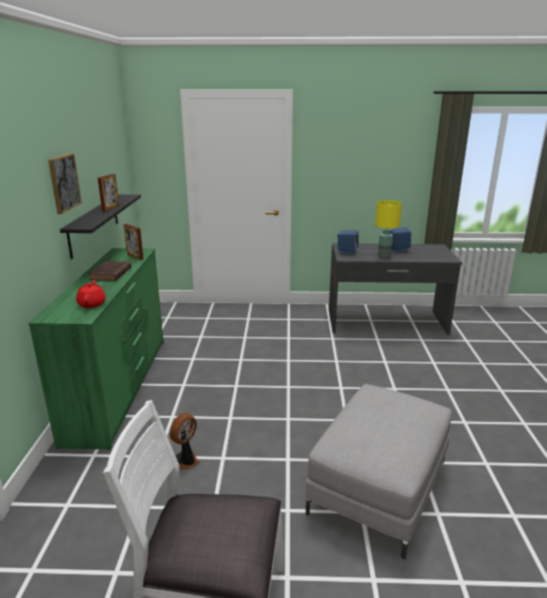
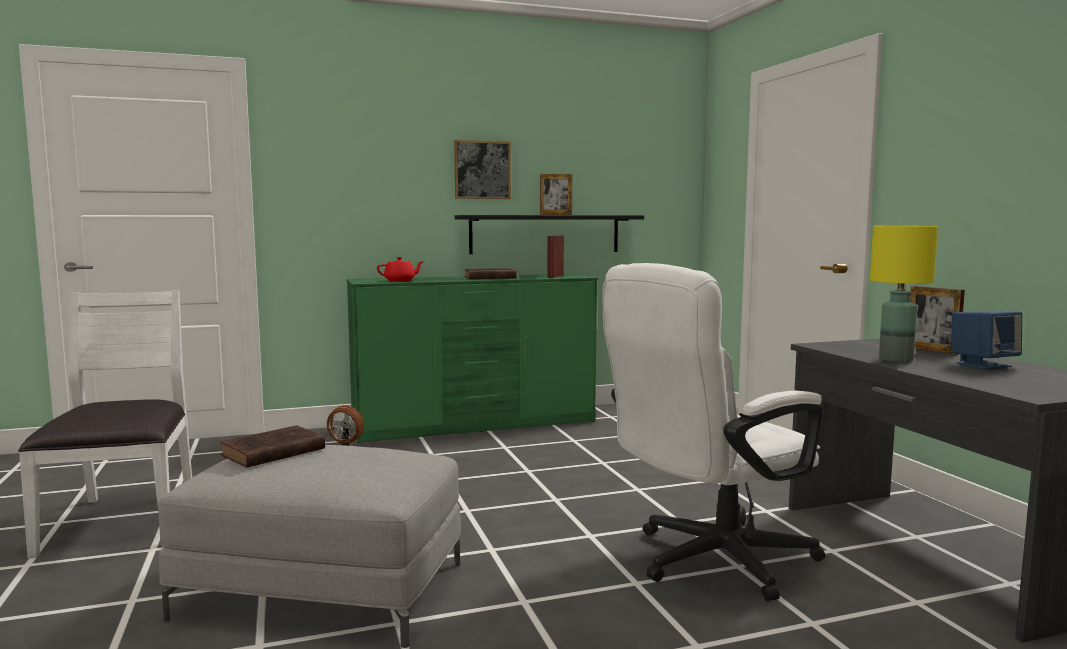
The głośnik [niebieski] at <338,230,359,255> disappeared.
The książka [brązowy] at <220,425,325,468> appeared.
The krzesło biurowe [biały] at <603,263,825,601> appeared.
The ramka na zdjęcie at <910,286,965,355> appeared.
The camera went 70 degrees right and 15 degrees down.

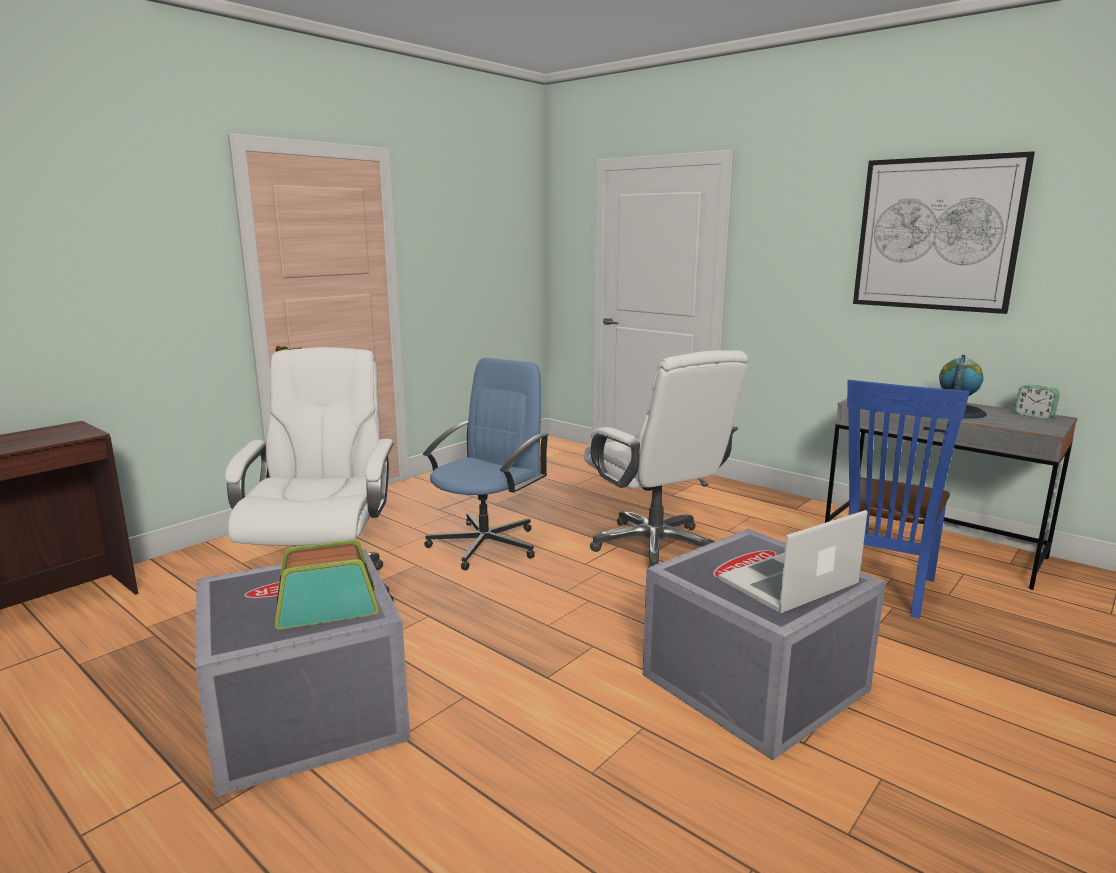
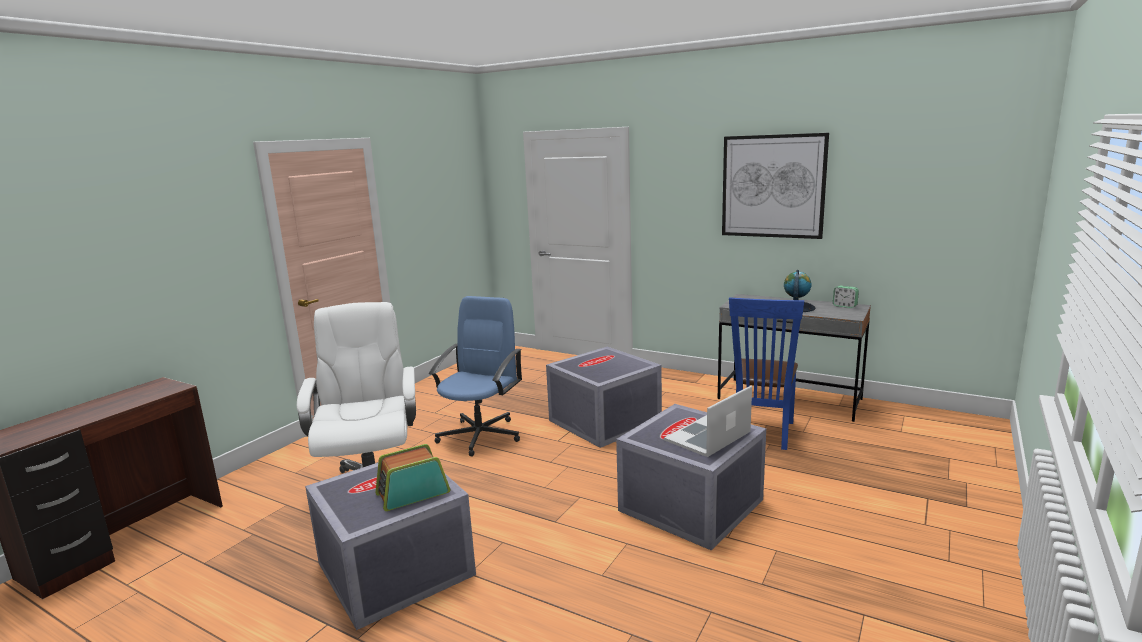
The krzesło biurowe [biały] at <584,350,748,568> was replaced by the pojemnik do przechowywania [szary] at <546,347,662,448>.
The camera went 10 degrees left and 0 degrees up.

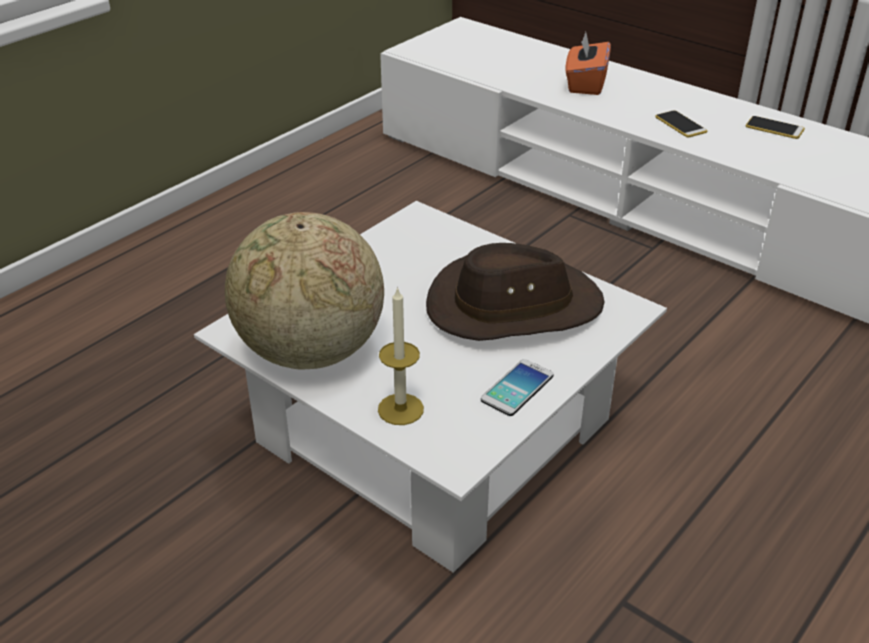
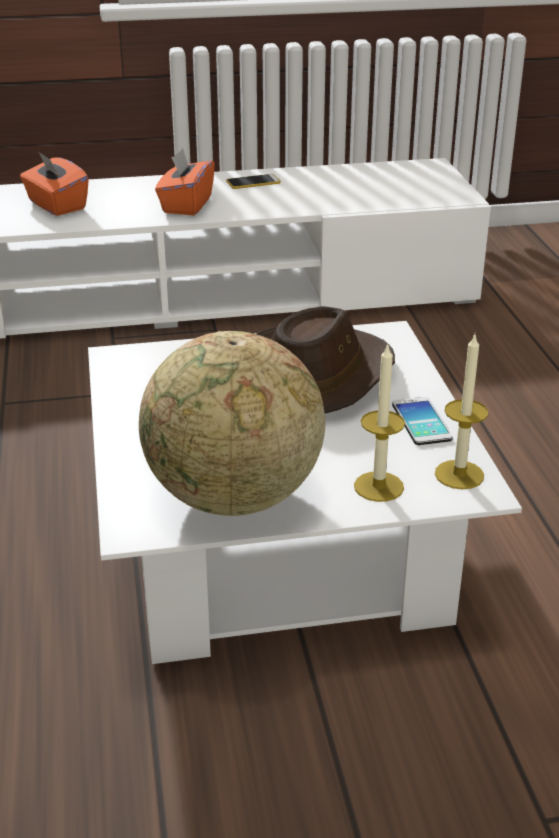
The świeca at <435,335,488,489> appeared.
The telefon at <655,110,707,137> was replaced by the pudełko chusteczek [pomarańczowy] at <155,148,215,215>.
The camera went 50 degrees left and 5 degrees down.

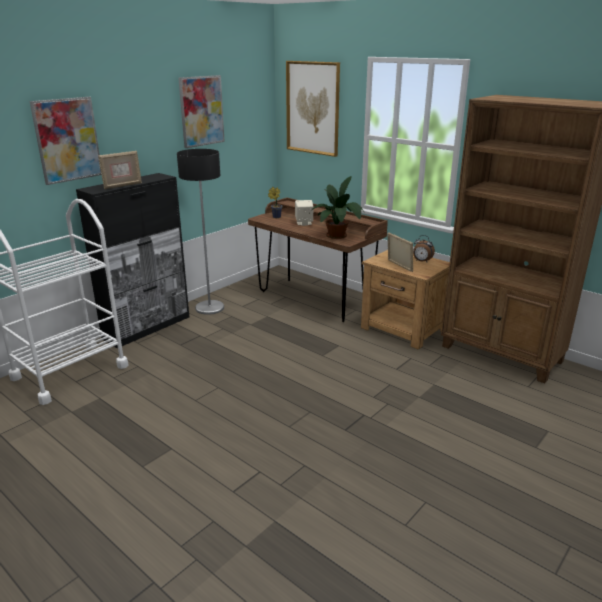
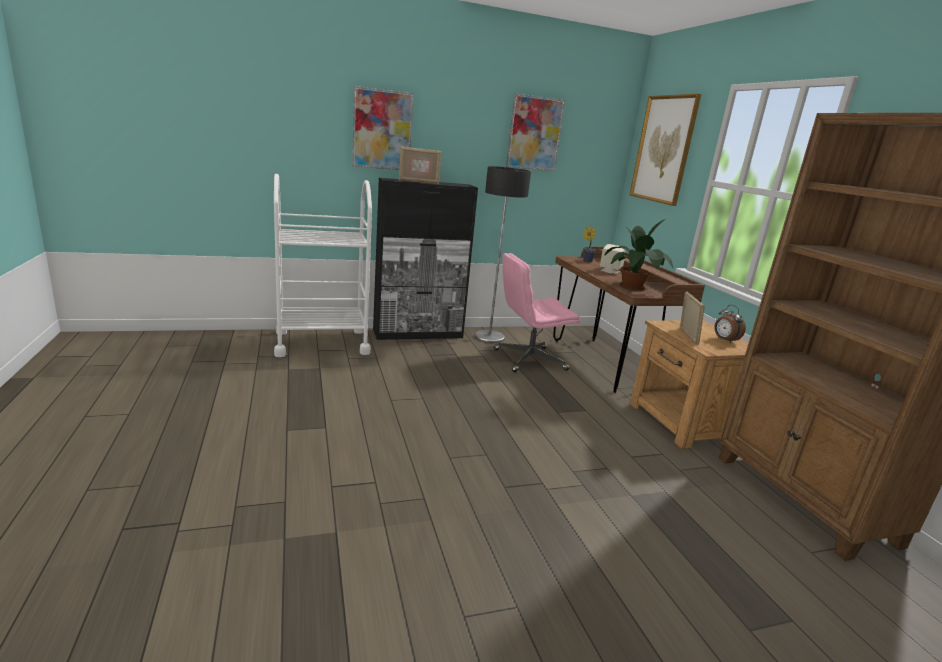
The krzesło biurowe [różowy] at <494,253,579,373> appeared.
The camera went 30 degrees right and 5 degrees down.

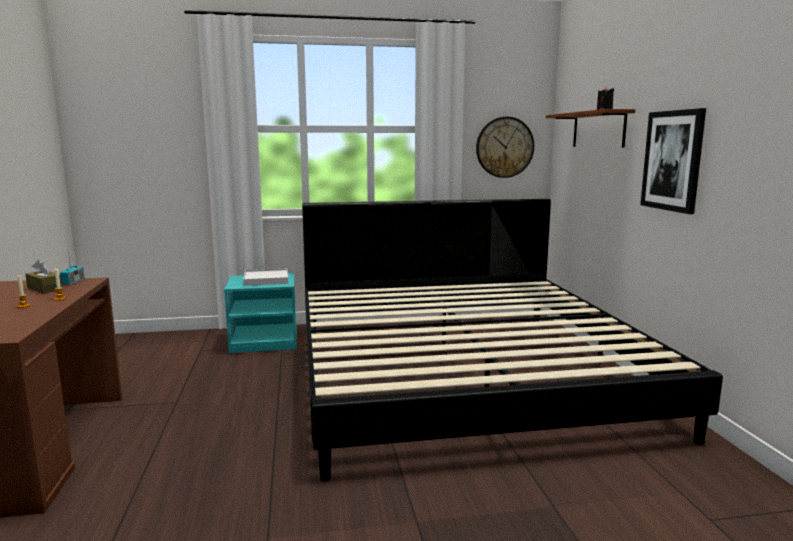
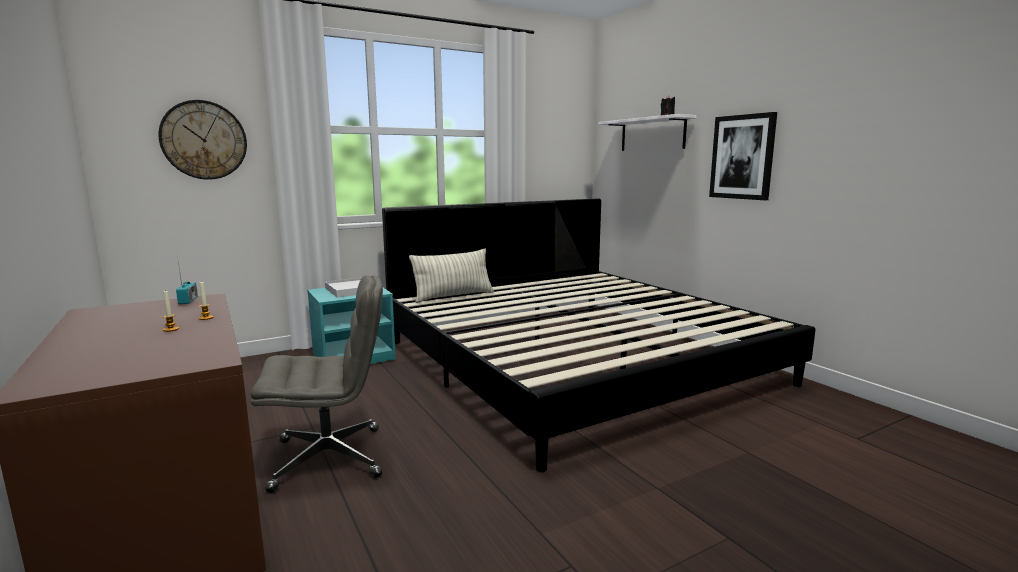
The pudełko chusteczek [brązowy] at <25,260,63,293> disappeared.
The krzesło biurowe [szary] at <251,275,383,493> appeared.
The poduszka at <409,248,494,303> appeared.
The zegar ścienny moved from <476,117,534,178> to <159,100,247,180>.
The półka [brązowy] at <546,109,635,148> became the półka [biały] at <598,114,697,151>.
The camera went 20 degrees left and 0 degrees up.

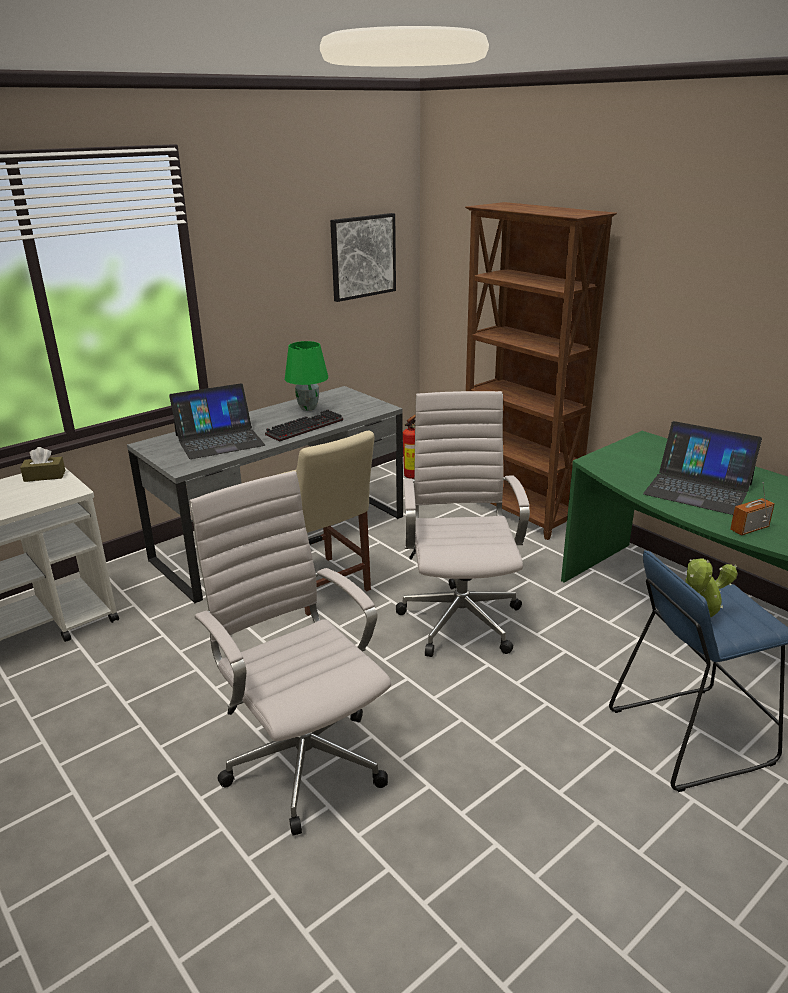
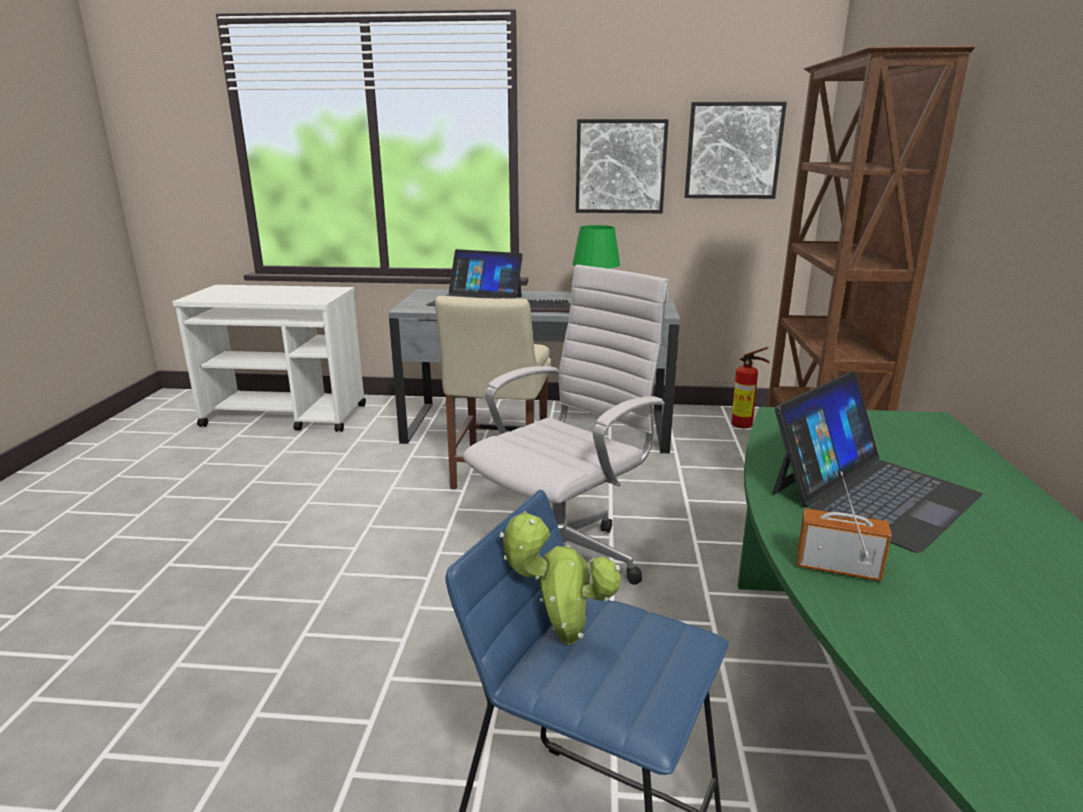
The pudełko chusteczek [brązowy] at <20,447,66,482> disappeared.
The krzesło biurowe [biały] at <189,471,391,836> disappeared.
The obraz at <576,119,669,213> appeared.
The laptop at <643,421,762,515> turned 120 degrees counterclockwise.
The camera went 45 degrees right and 5 degrees down.

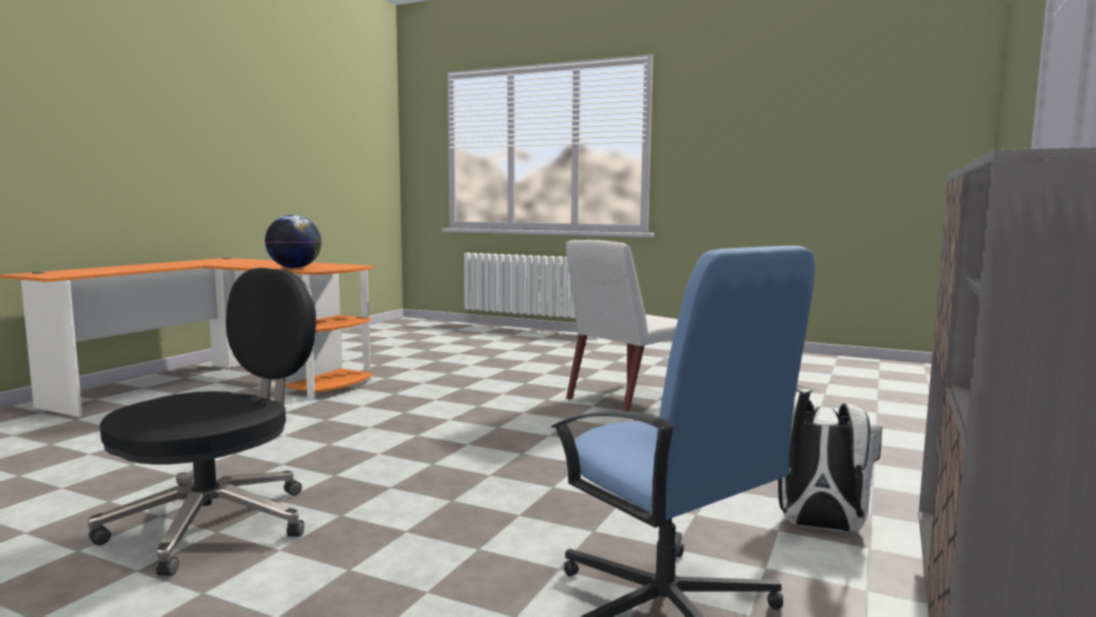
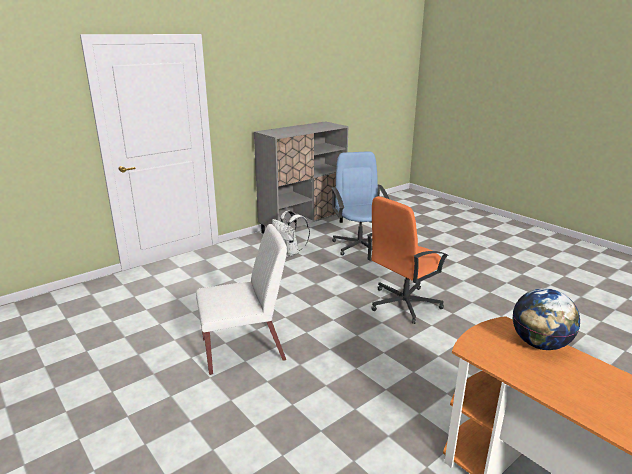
The krzesło biurowe [czarny] at <88,268,316,576> disappeared.
The krzesło biurowe [pomarańczowy] at <367,196,449,324> appeared.
The camera went 155 degrees left and 15 degrees up.

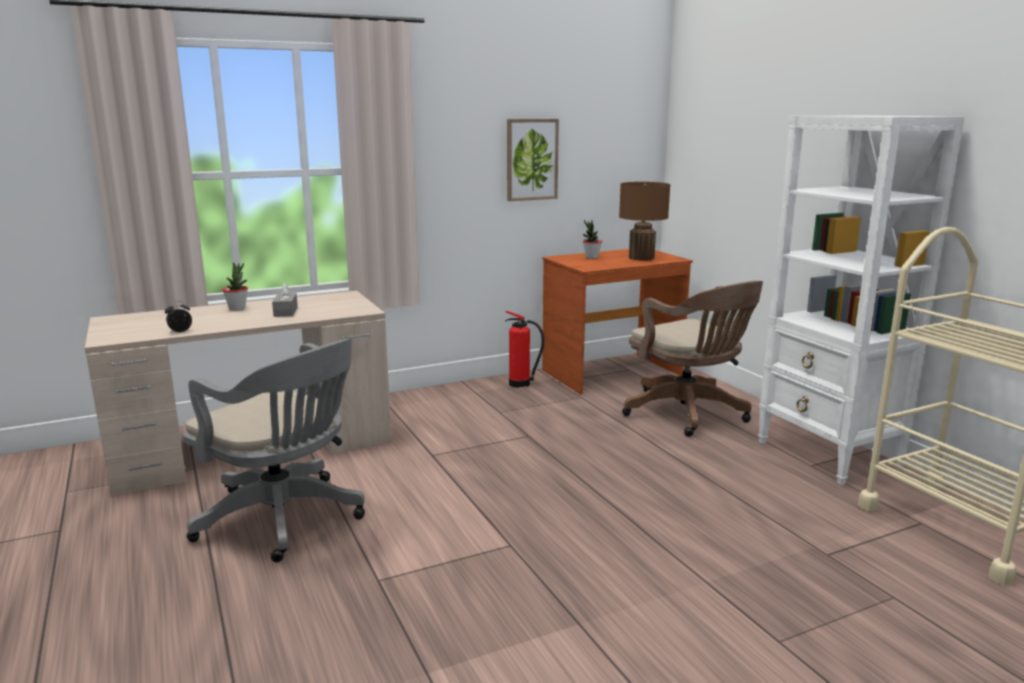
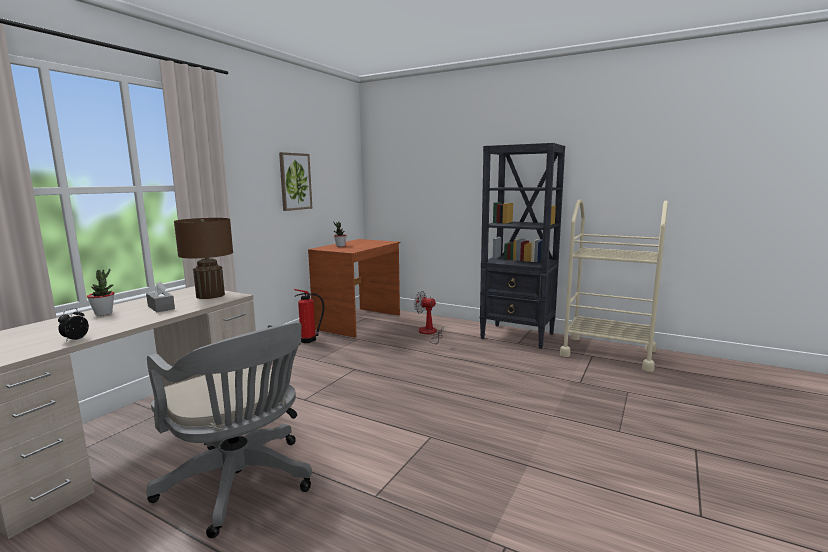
The lampa stołowa [brązowy] moved from <619,182,670,261> to <174,218,233,299>.
The krzesło biurowe [brązowy] at <622,281,763,437> was replaced by the wentylator at <414,291,443,344>.
The regał [biały] at <758,116,965,485> became the regał [czarny] at <480,143,565,349>.
The krzesło biurowe [szary] at <183,339,365,562> turned 45 degrees clockwise.
The camera went 35 degrees left and 5 degrees down.

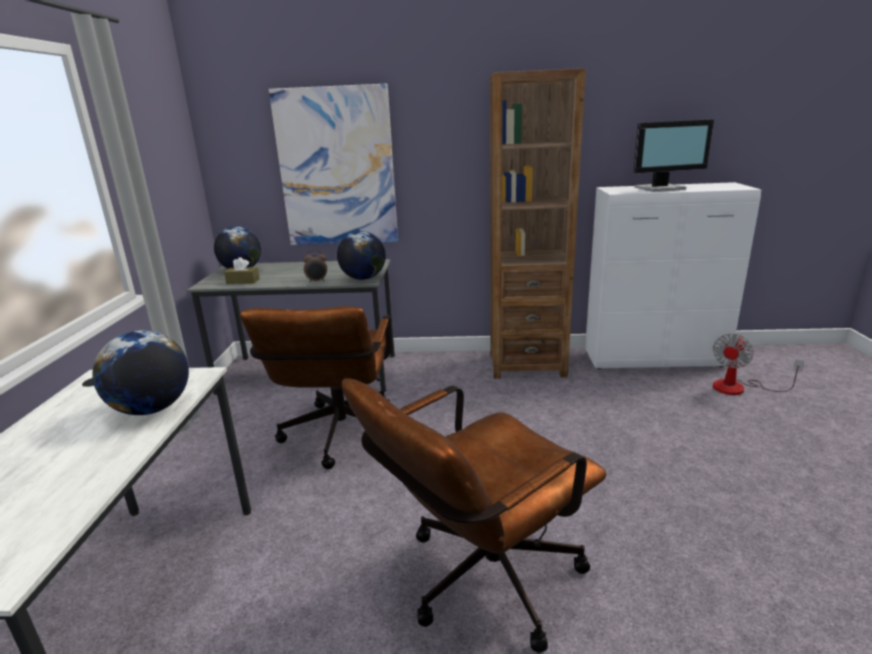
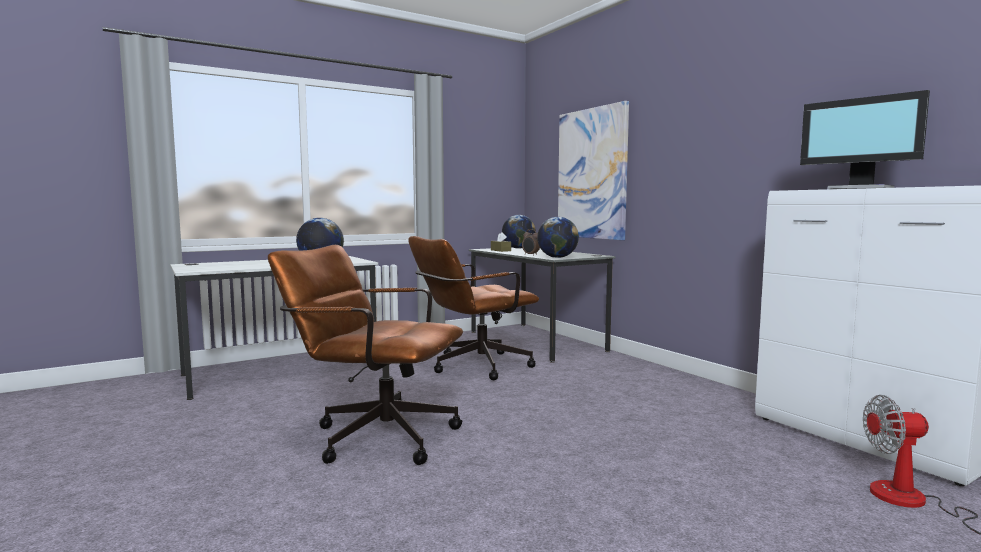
The regał [brązowy] at <490,68,586,379> disappeared.
The camera went 55 degrees right and 15 degrees down.

